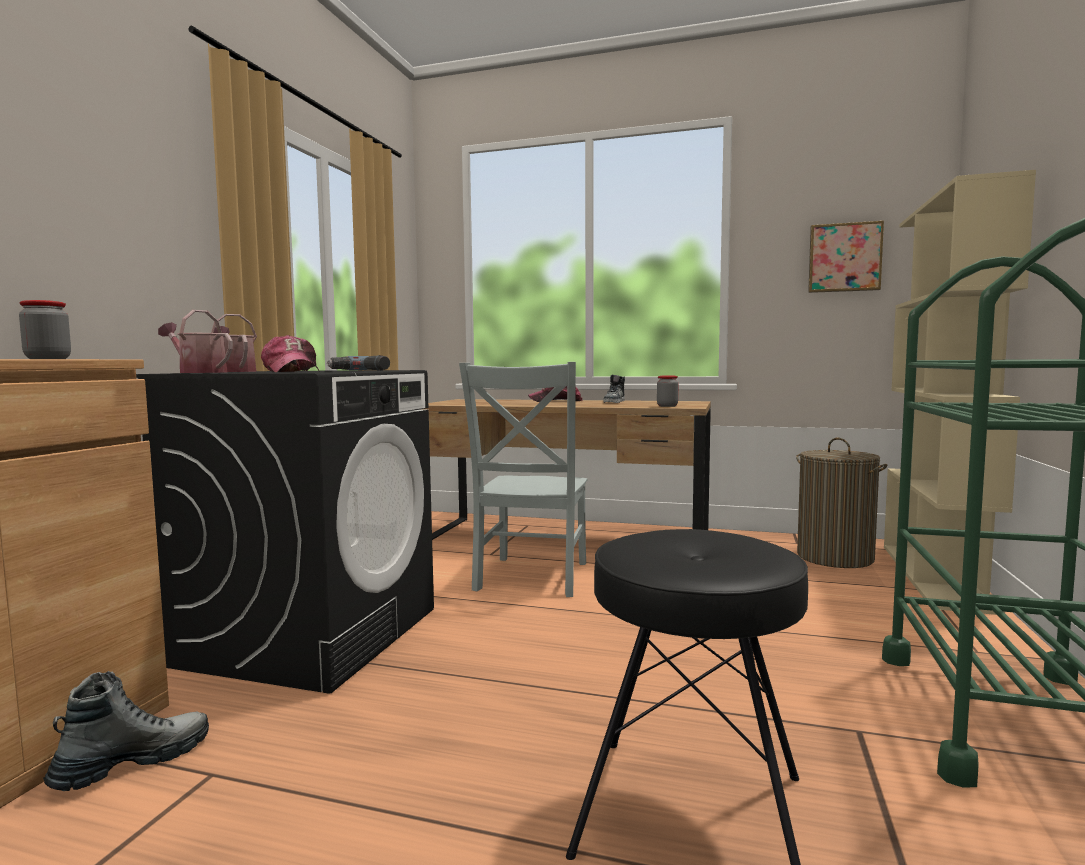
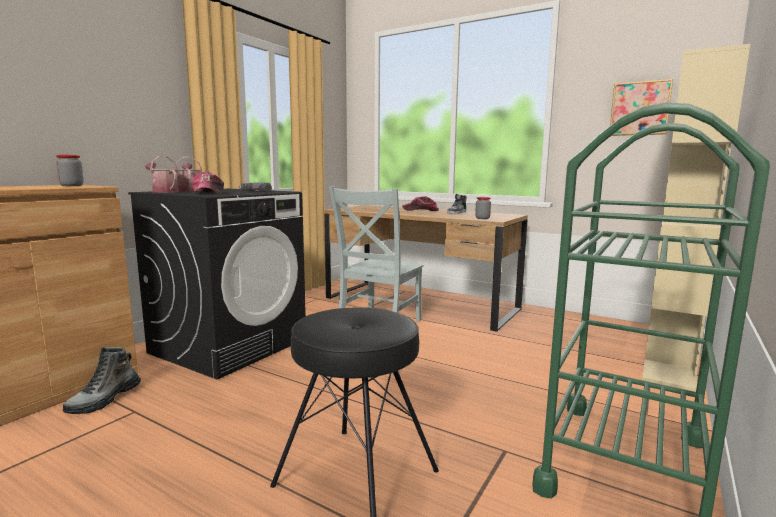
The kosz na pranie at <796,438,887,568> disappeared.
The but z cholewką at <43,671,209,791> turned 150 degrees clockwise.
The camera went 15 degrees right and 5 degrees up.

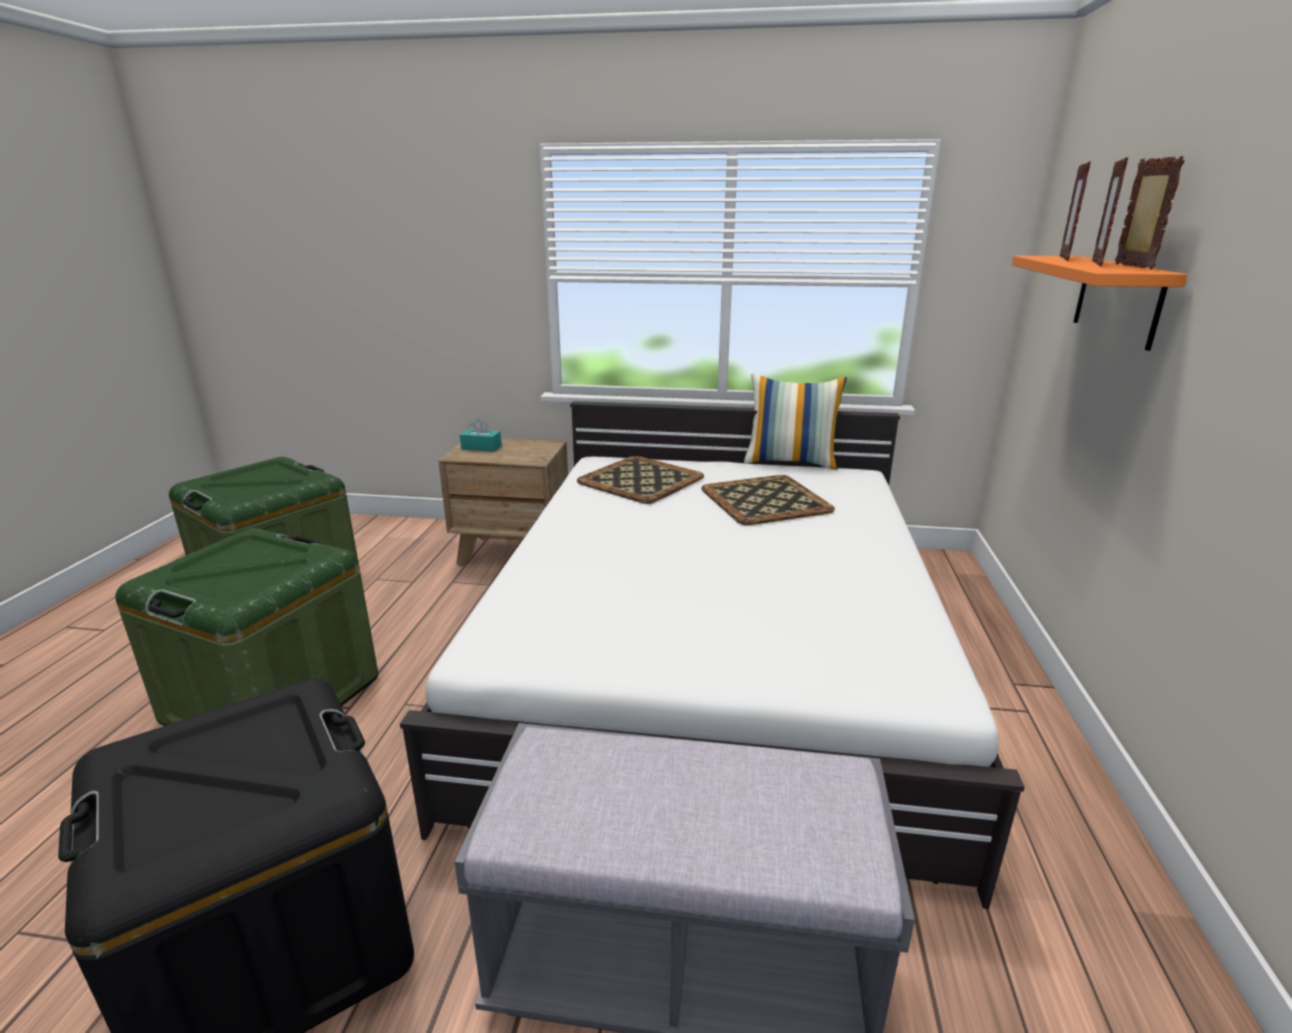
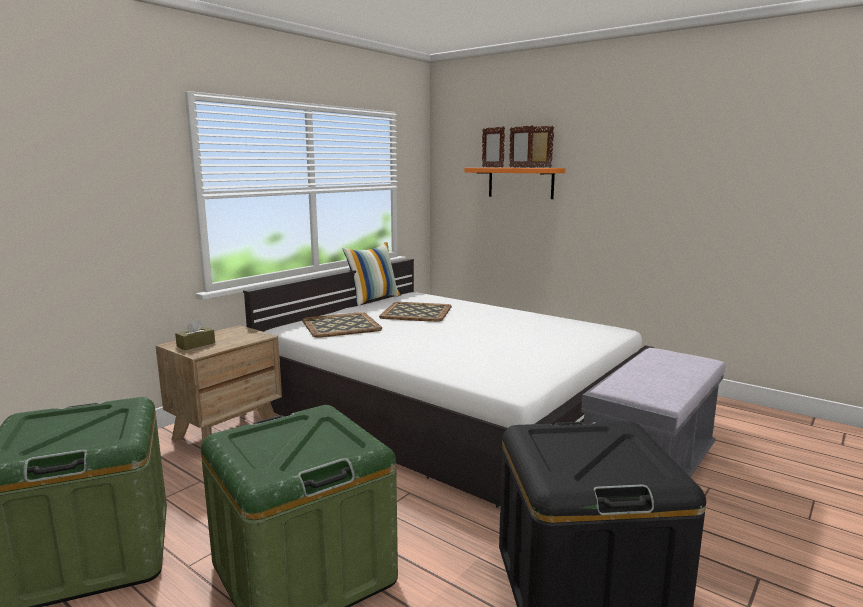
The pudełko chusteczek [turkusowy] at <460,419,502,452> became the pudełko chusteczek [brązowy] at <175,318,215,350>.
The camera went 60 degrees left and 10 degrees down.

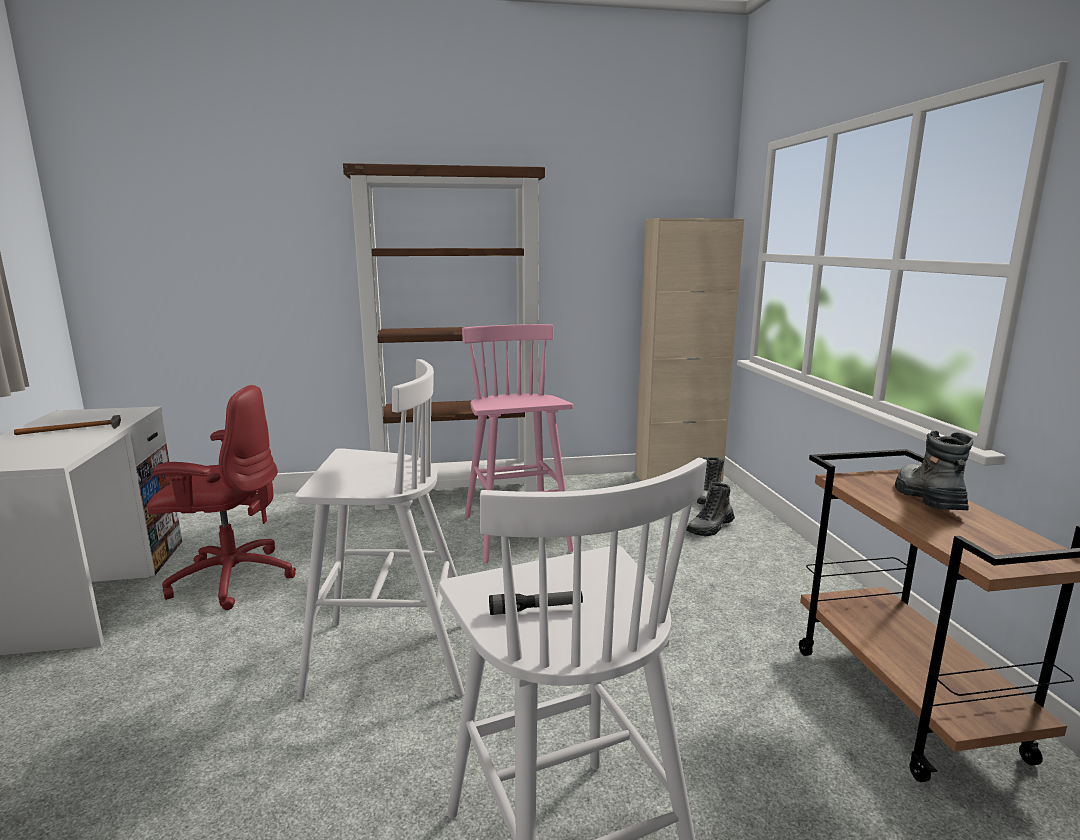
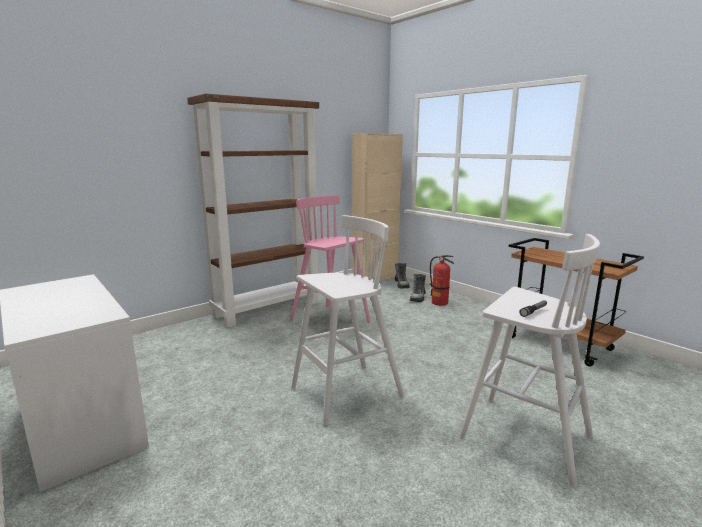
The młotek at <14,415,121,435> disappeared.
The krzesło biurowe [czerwony] at <147,385,296,610> disappeared.
The but z cholewką at <895,431,973,511> disappeared.
The gaśnica at <430,255,454,306> appeared.
The camera went 30 degrees left and 0 degrees up.

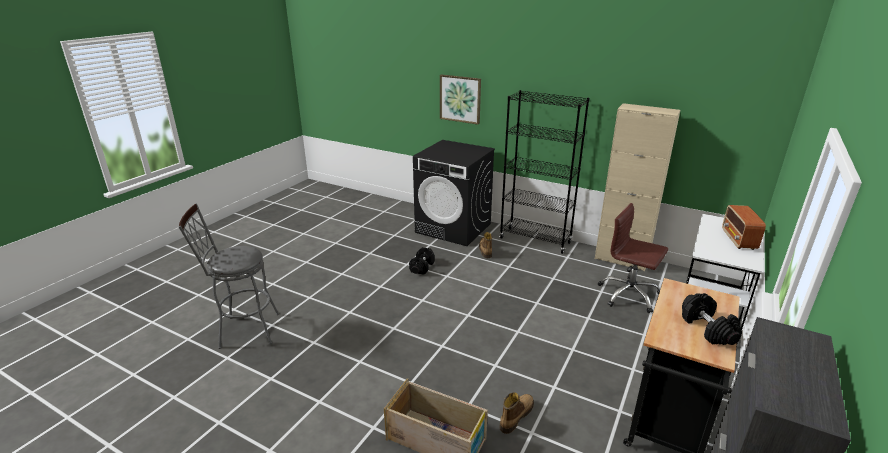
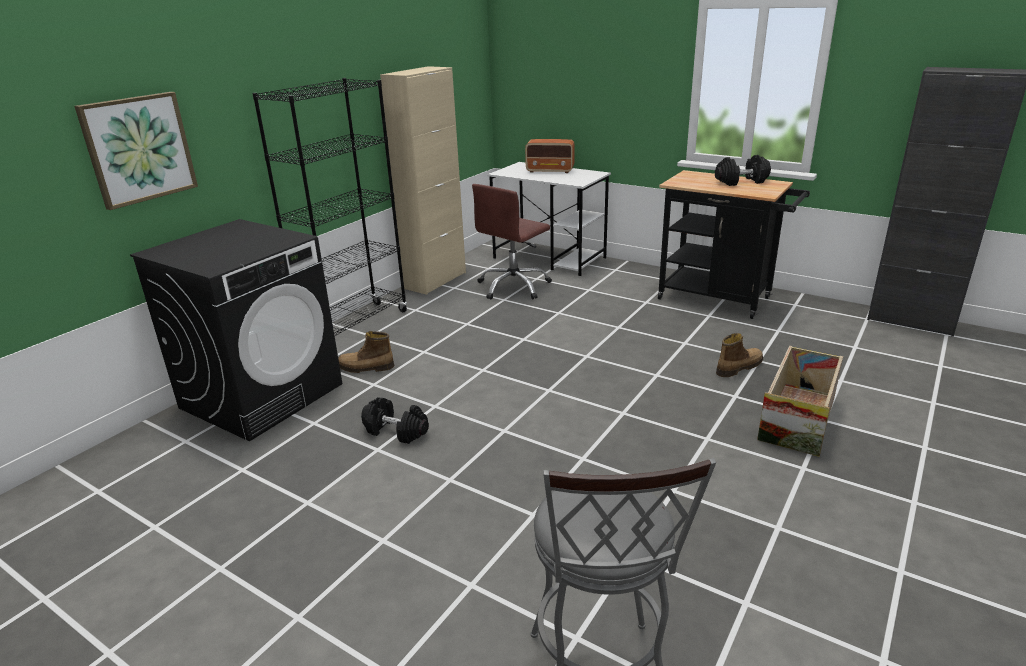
The but z cholewką at <499,392,534,434> turned 105 degrees clockwise.
The camera went 85 degrees left and 0 degrees up.

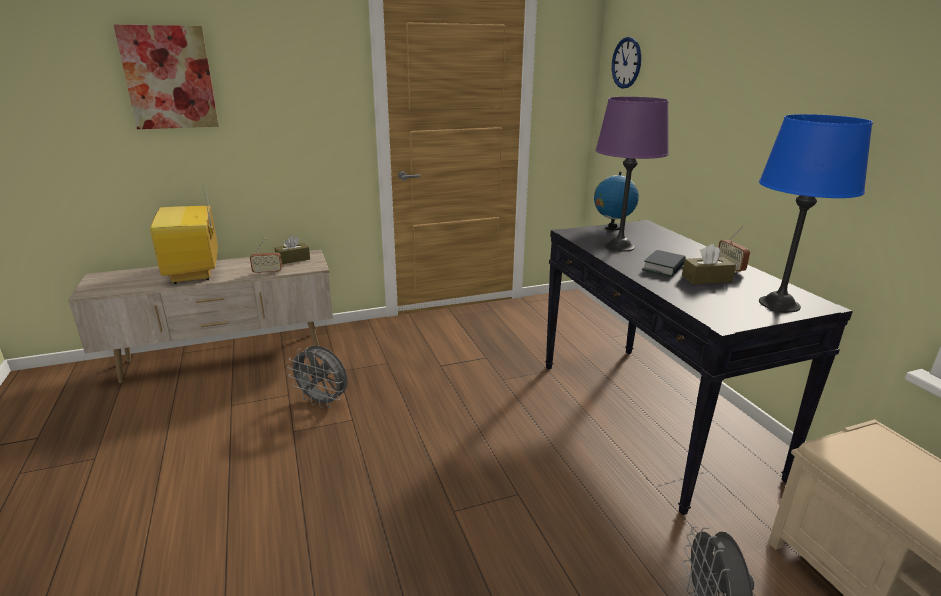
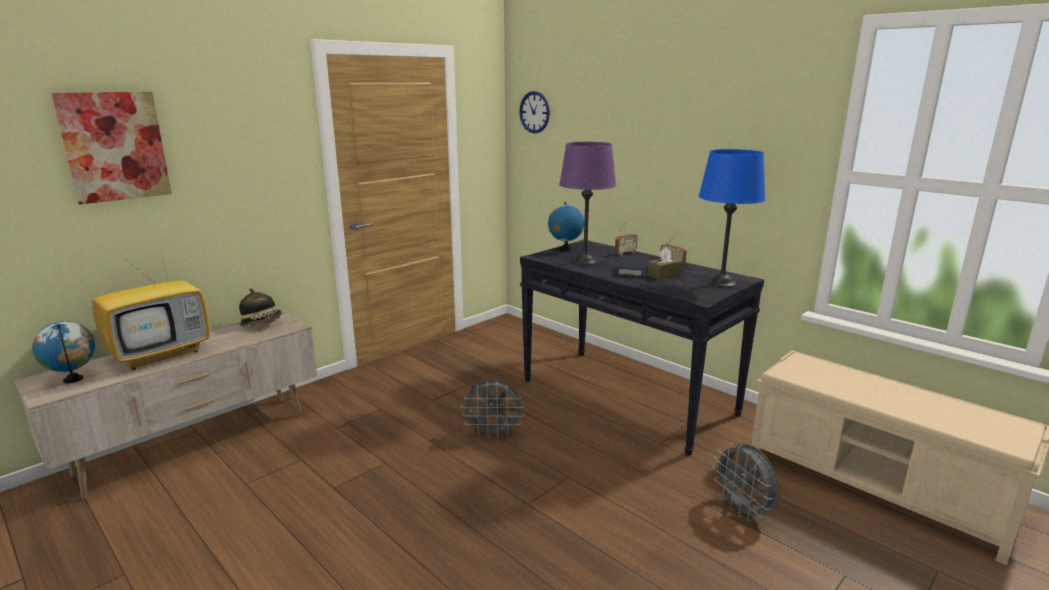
The globus at <32,321,95,383> appeared.
The radio moved from <250,239,282,274> to <615,222,638,255>.
The wentylator [szary] moved from <287,346,348,408> to <461,379,524,438>.
The pudełko chusteczek [brązowy] at <275,235,310,264> was replaced by the kapelusz at <239,289,282,327>.
The telewizor at <150,180,218,284> turned 90 degrees counterclockwise.
The camera went 25 degrees left and 5 degrees down.

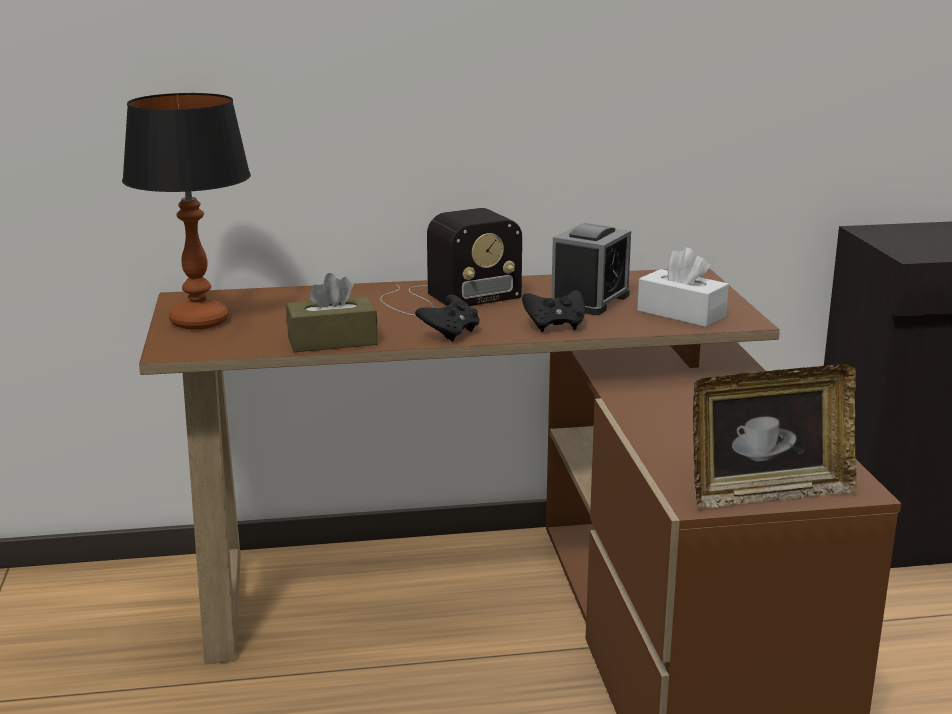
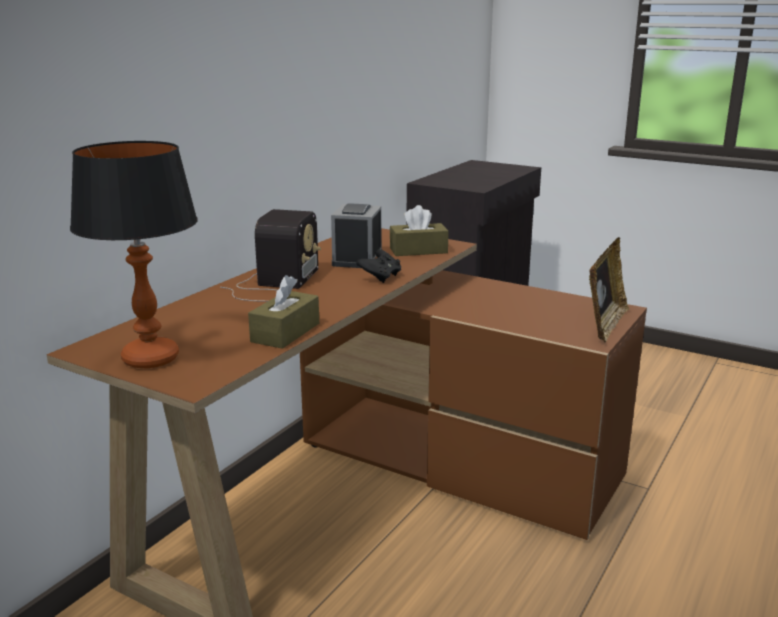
The pad do gier [czarny] at <415,294,480,342> disappeared.
The pudełko chusteczek [biały] at <637,248,729,327> became the pudełko chusteczek [brązowy] at <390,205,449,256>.
The budzik at <551,223,631,315> turned 150 degrees counterclockwise.
The camera went 50 degrees left and 0 degrees up.

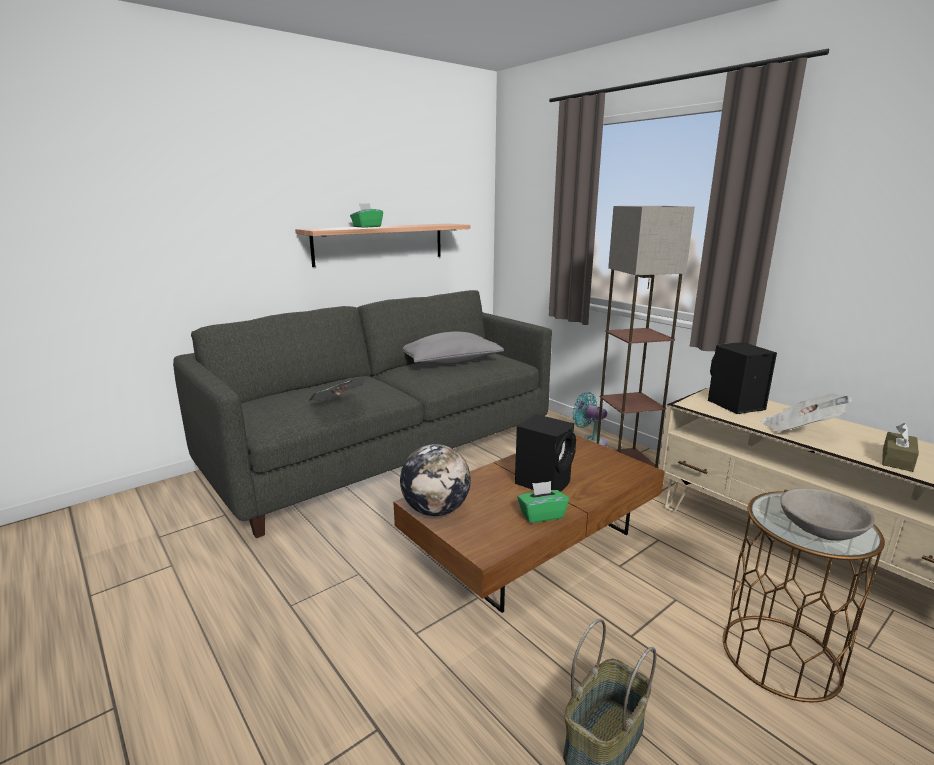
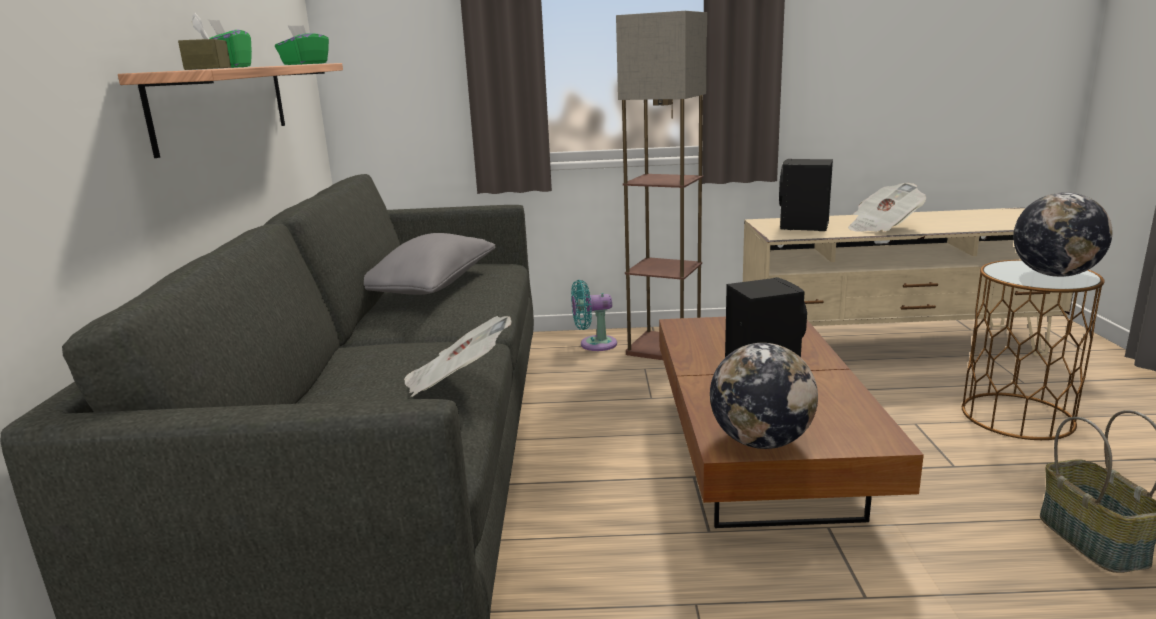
The pudełko chusteczek [zielony] moved from <517,481,569,523> to <275,25,329,65>.
The pudełko chusteczek [brązowy] moved from <882,423,919,472> to <178,13,231,70>.
The miska [szary] at <780,488,875,541> was replaced by the globus at <1013,192,1113,277>.
The camera went 50 degrees left and 0 degrees up.

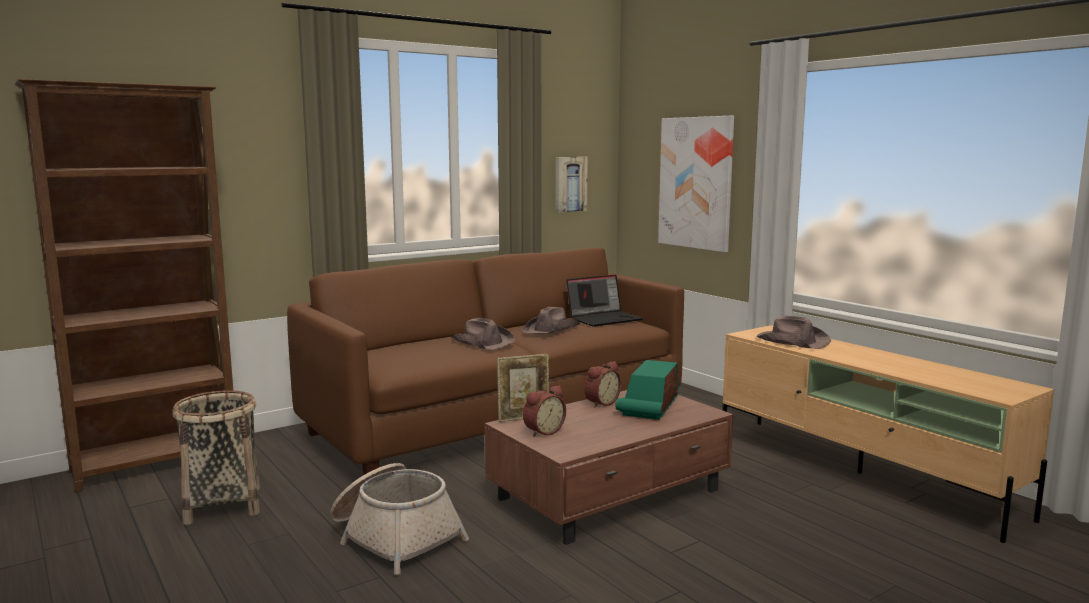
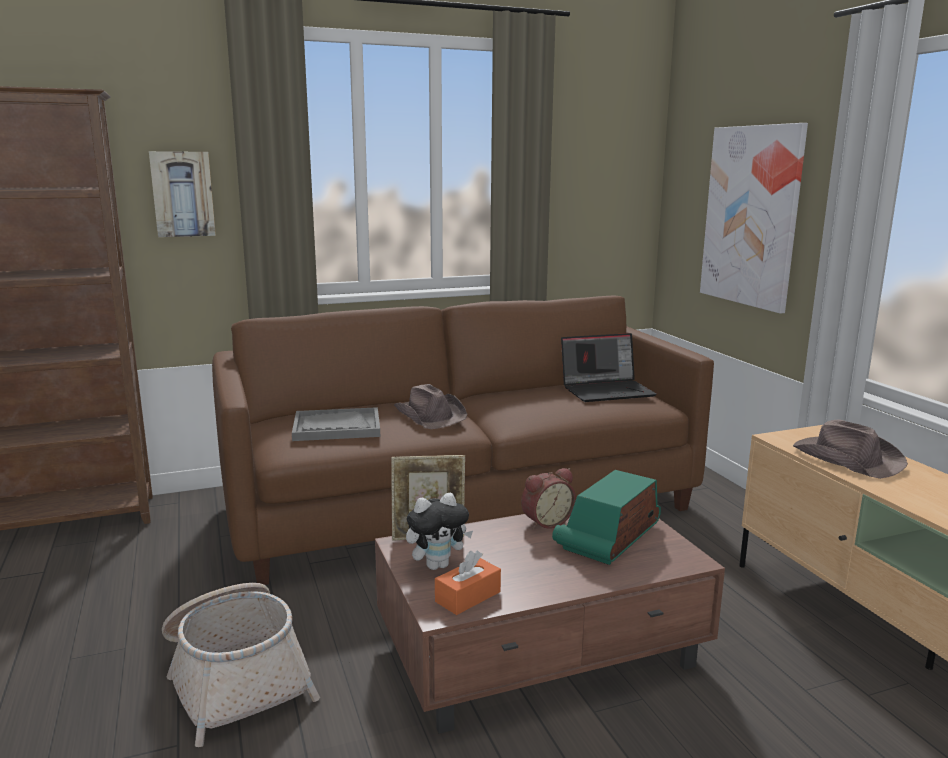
The koszyk at <172,390,260,525> disappeared.
The kapelusz [brązowy] at <522,307,580,334> disappeared.
The taca [szary] at <292,407,380,441> appeared.
The pudełko chusteczek [pomarańczowy] at <435,551,501,615> appeared.
The obraz moved from <556,157,588,212> to <149,151,216,237>.
The budzik at <523,385,566,437> was replaced by the pluszak at <406,493,473,570>.
The camera went 15 degrees right and 5 degrees up.

